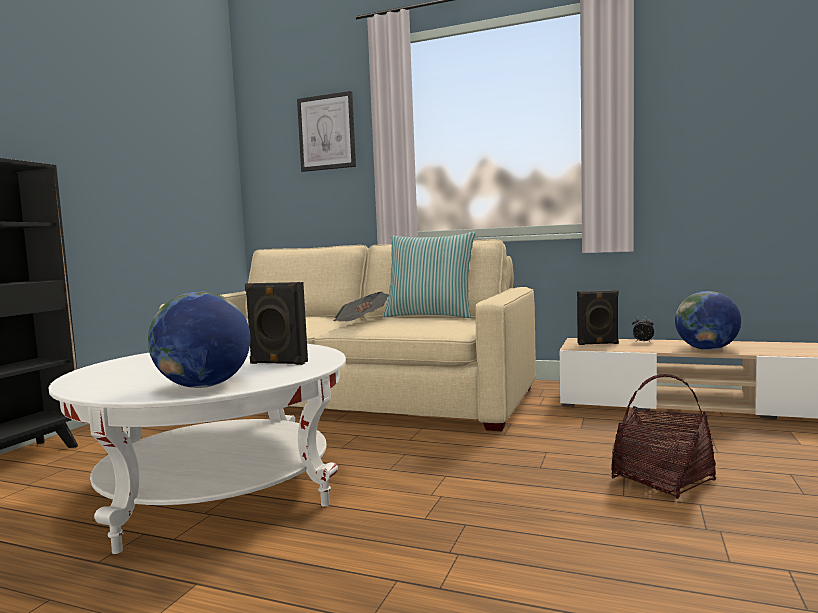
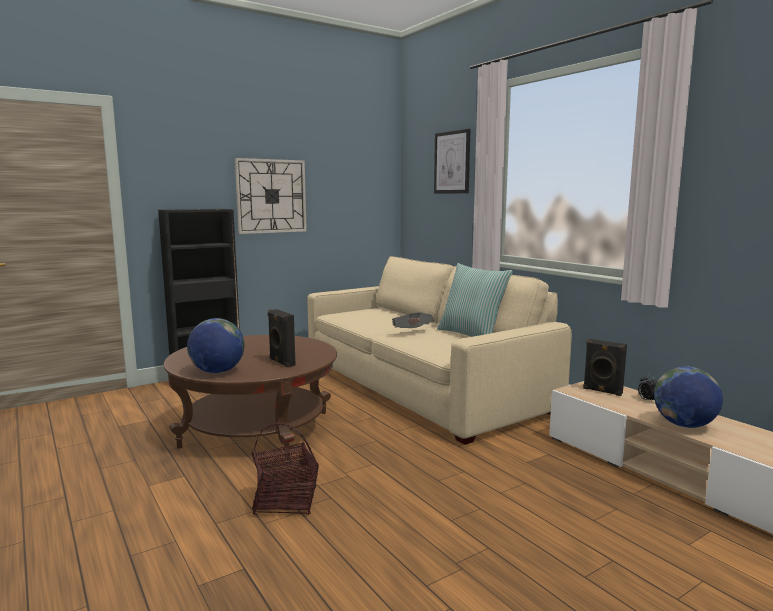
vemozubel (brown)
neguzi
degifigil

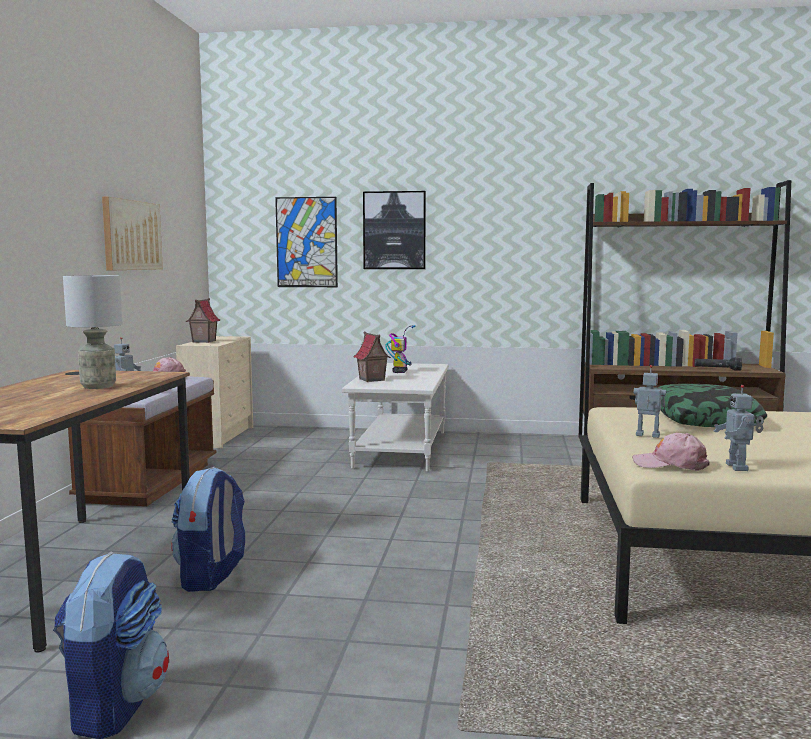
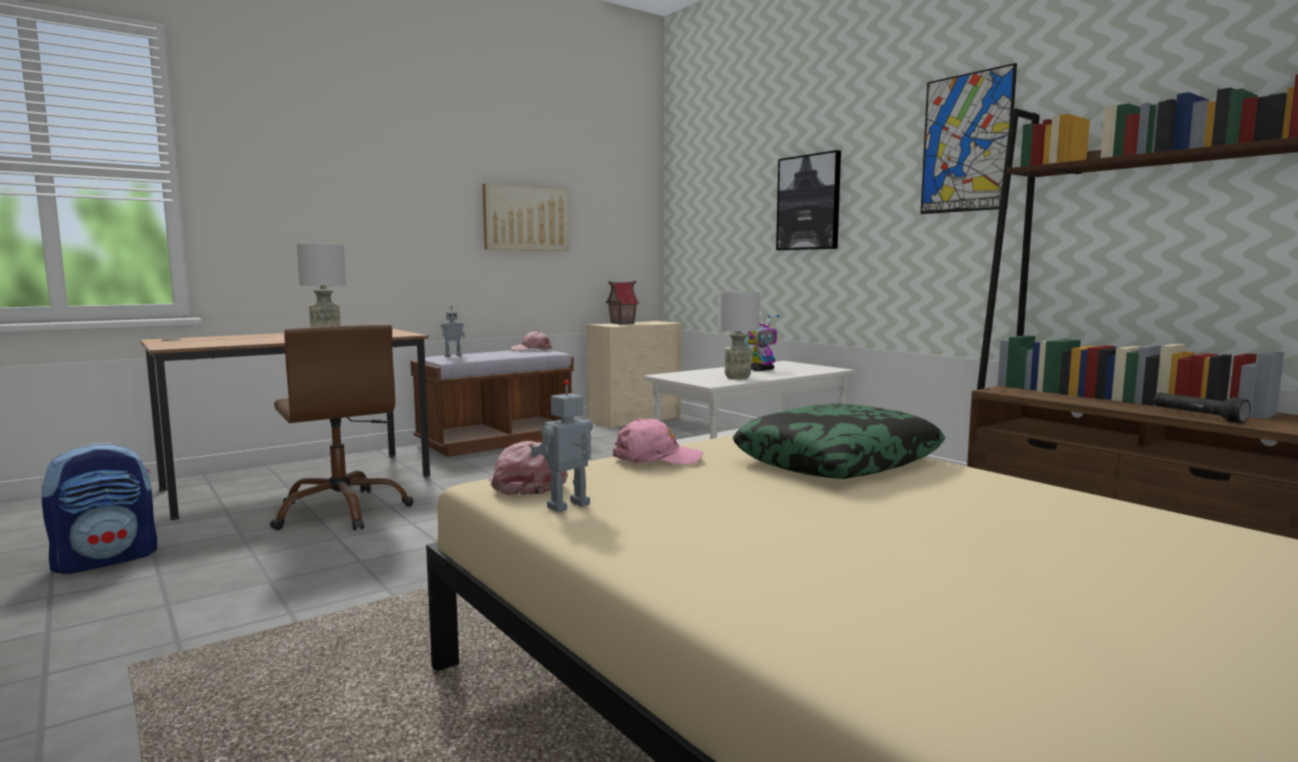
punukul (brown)
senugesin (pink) (no. 3 from left)
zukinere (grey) (no. 2 from left)
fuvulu (no. 3 from left)
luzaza (no. 2 from left in the first image)

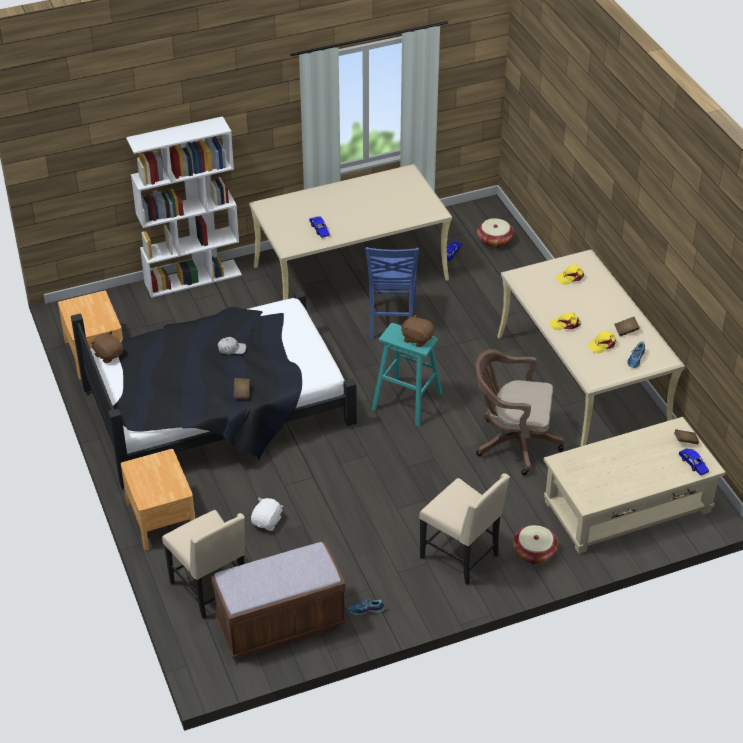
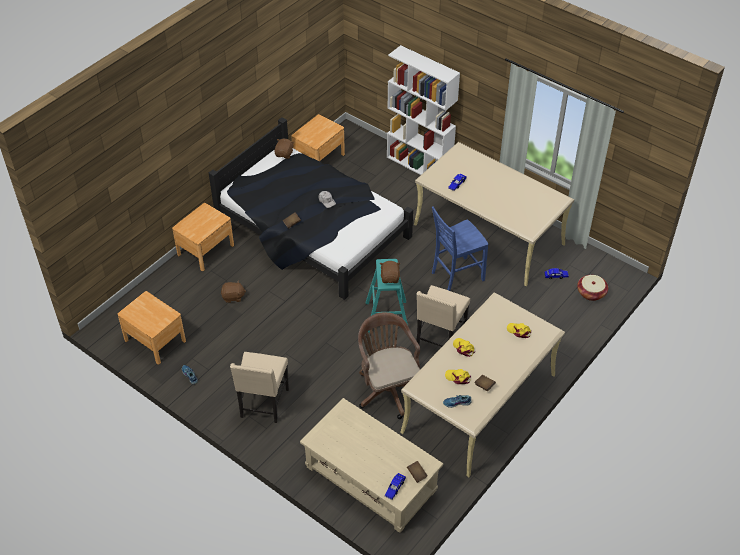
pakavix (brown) (no. 1 from left)
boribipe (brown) (no. 1 from left)
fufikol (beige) (no. 2 from left)
degifigil (no. 2 from left in the first image)

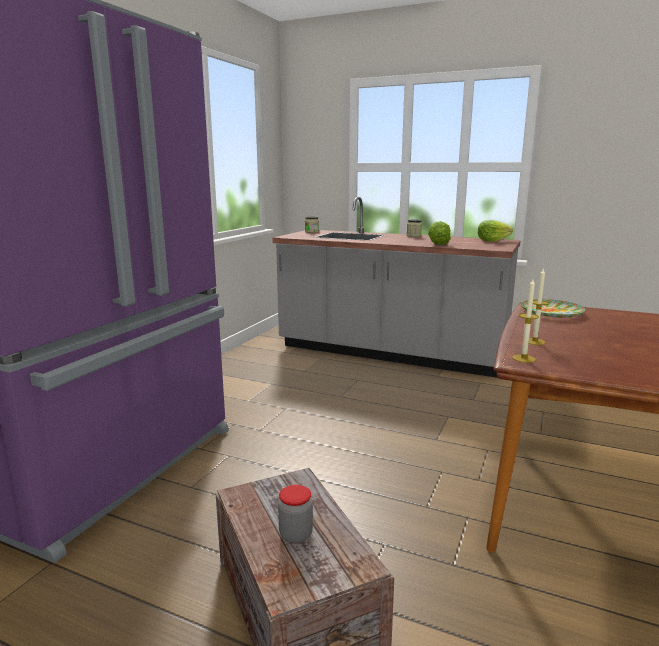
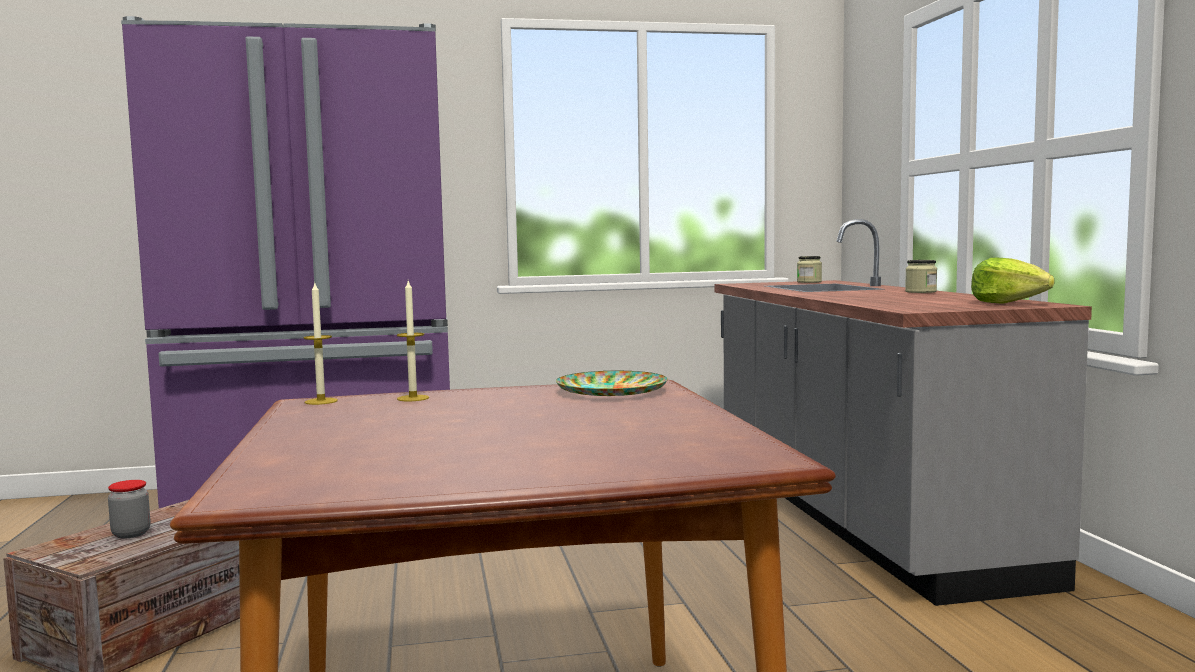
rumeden (no. 1 from left in the first image)

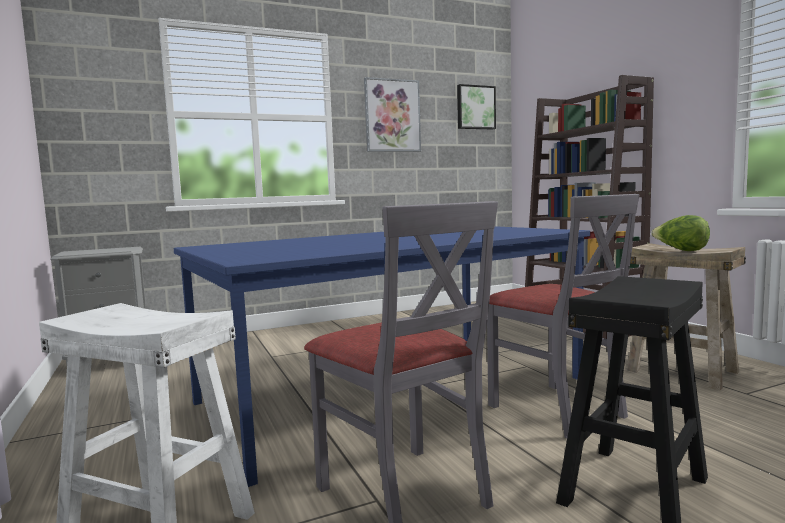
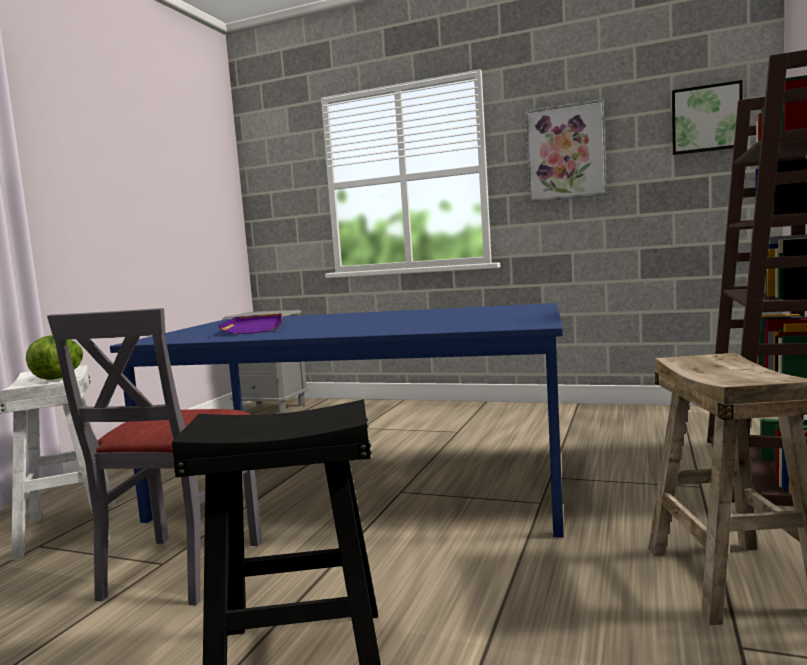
rumeden
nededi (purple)
fufikol (grey) (no. 2 from left in the first image)

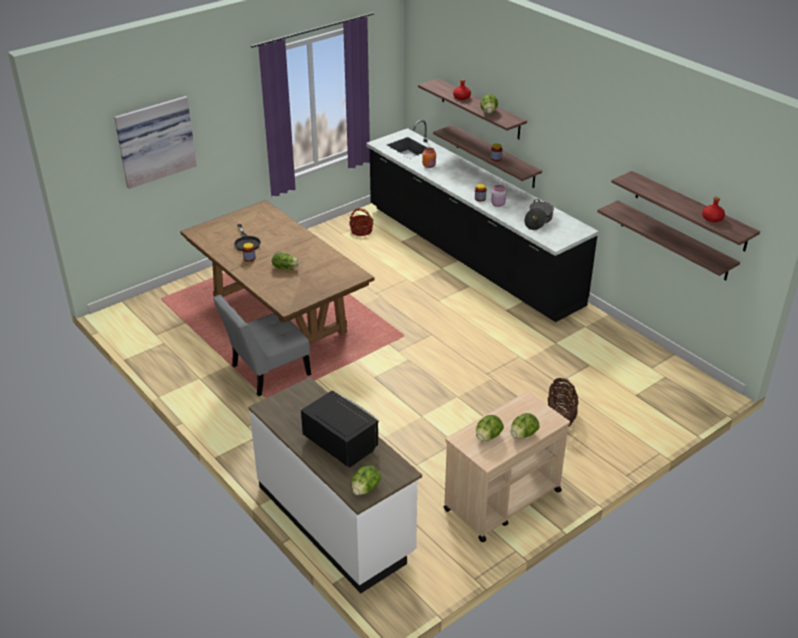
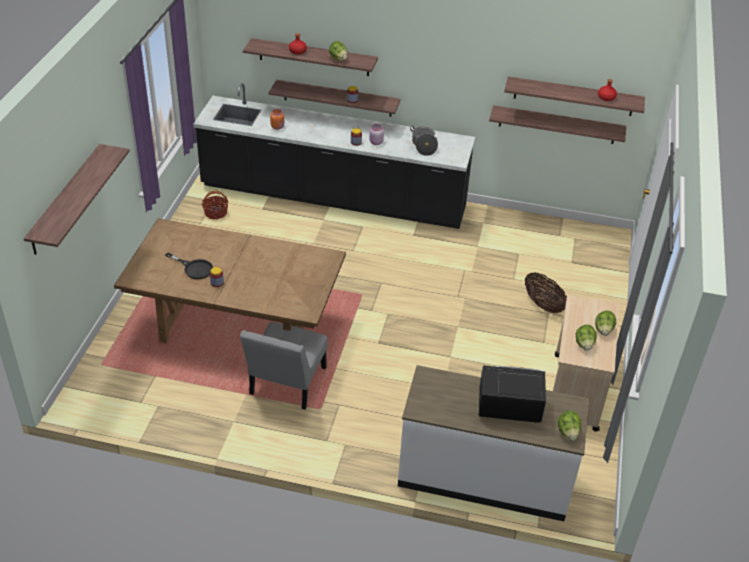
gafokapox (no. 1 from left)
rumeden (no. 1 from left in the first image)

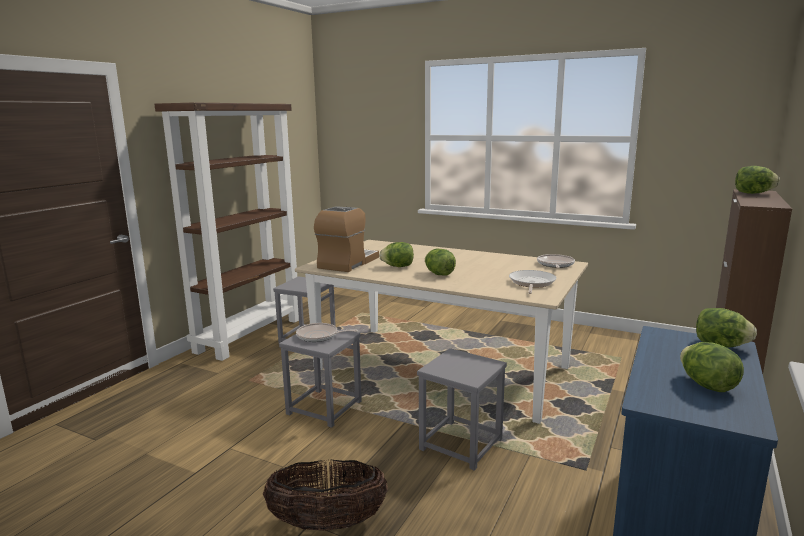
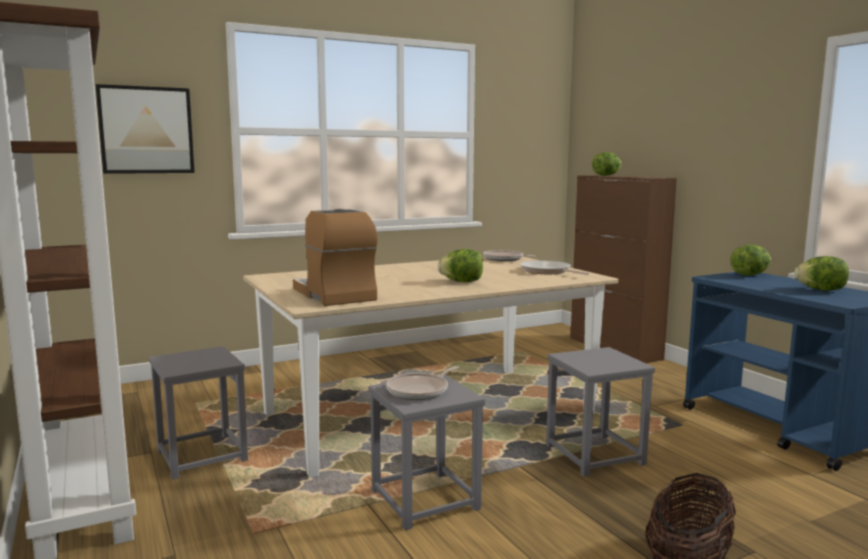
fuvulu
rumeden (no. 1 from left in the first image)

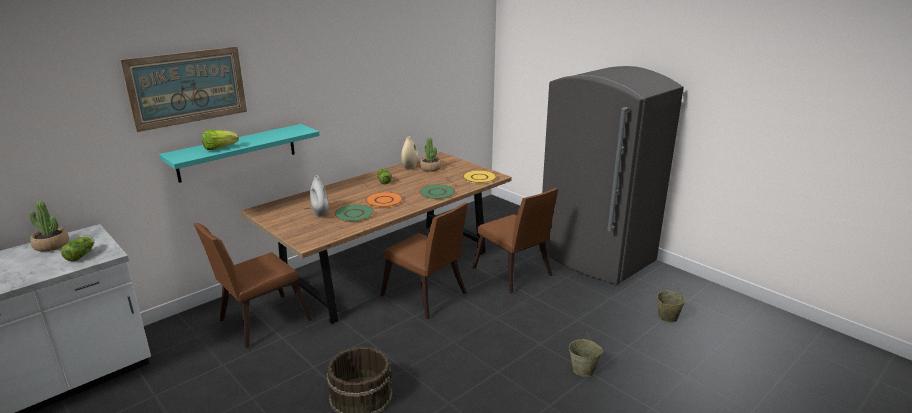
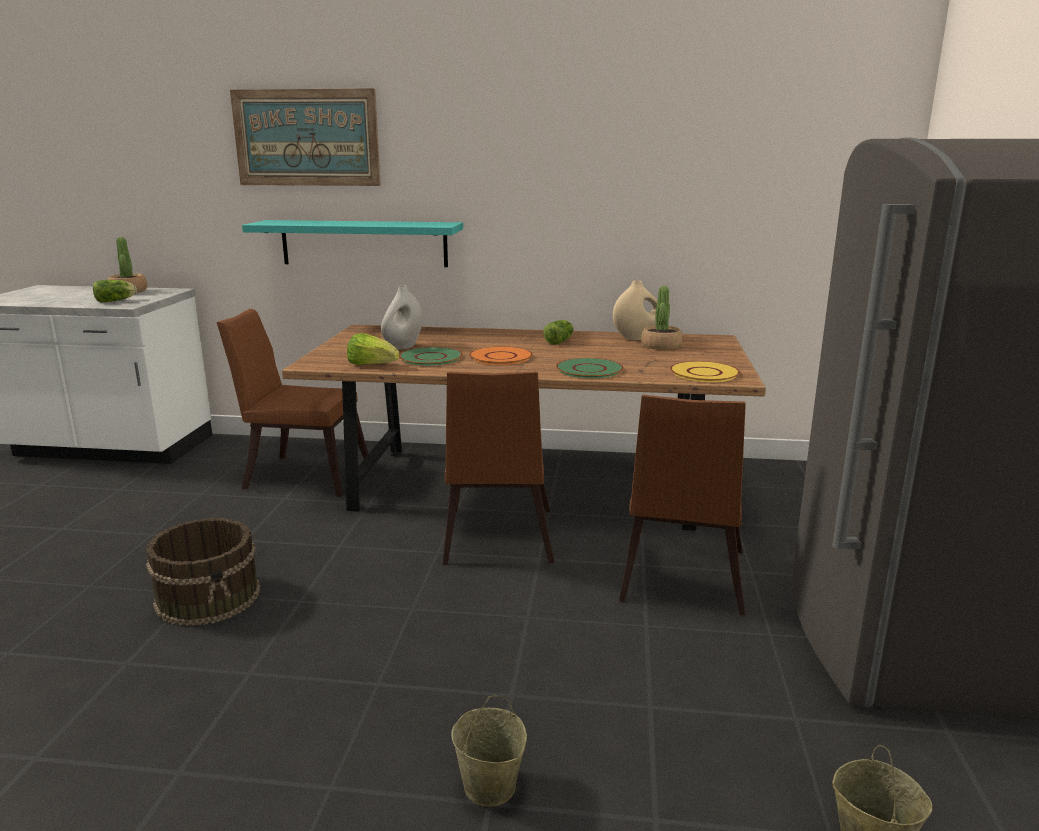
rumeden (no. 2 from left)

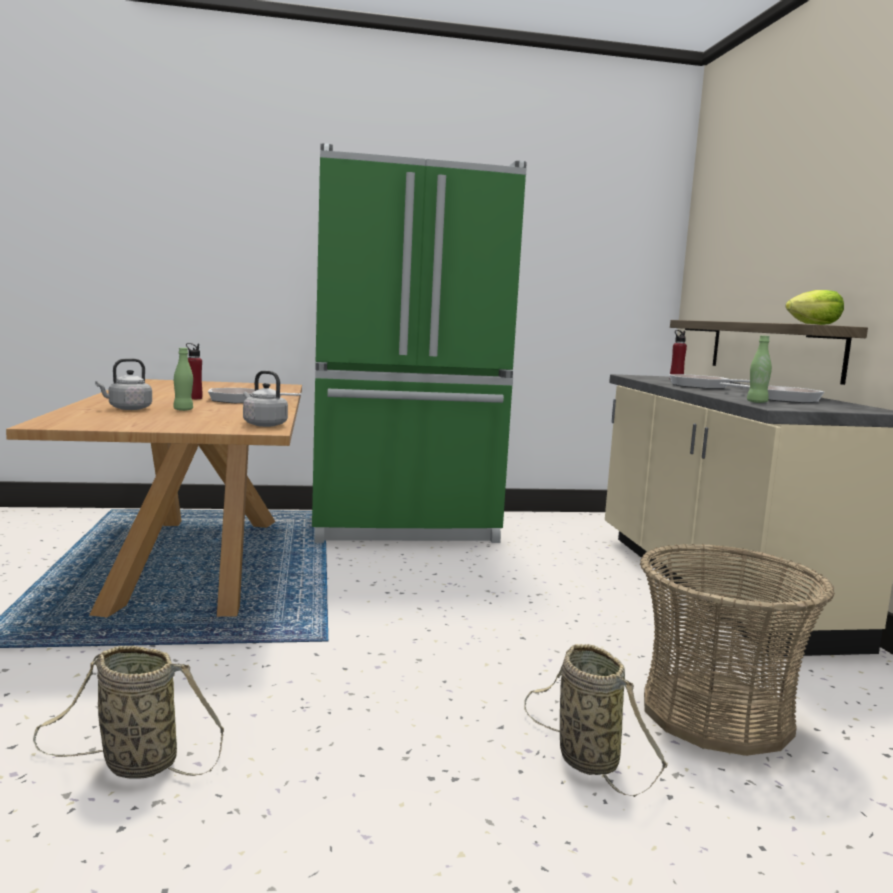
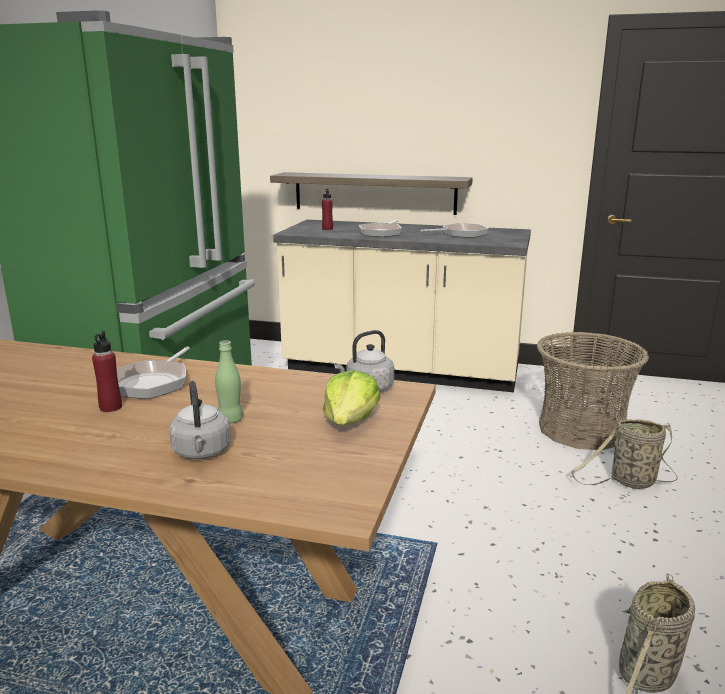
rumeden
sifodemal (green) (no. 2 from left in the first image)

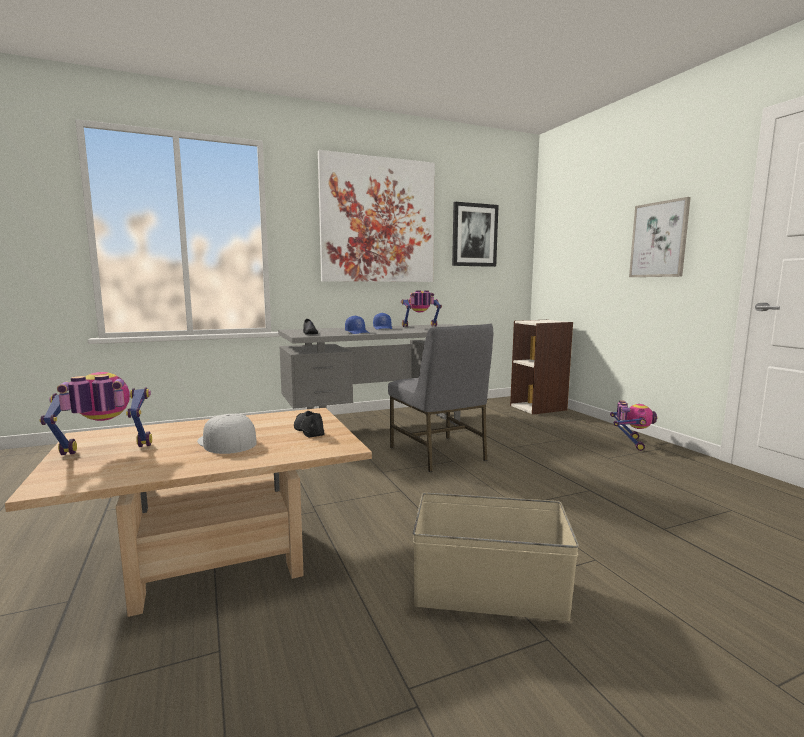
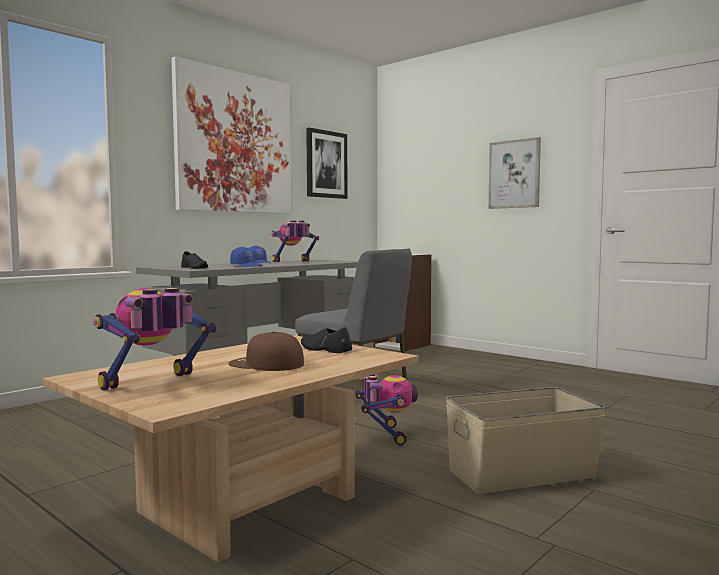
senugesin (brown)
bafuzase (no. 3 from left)

